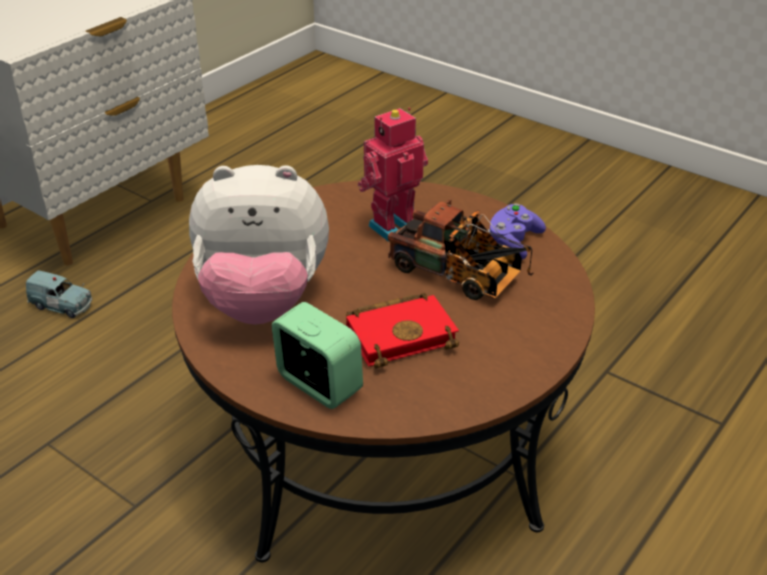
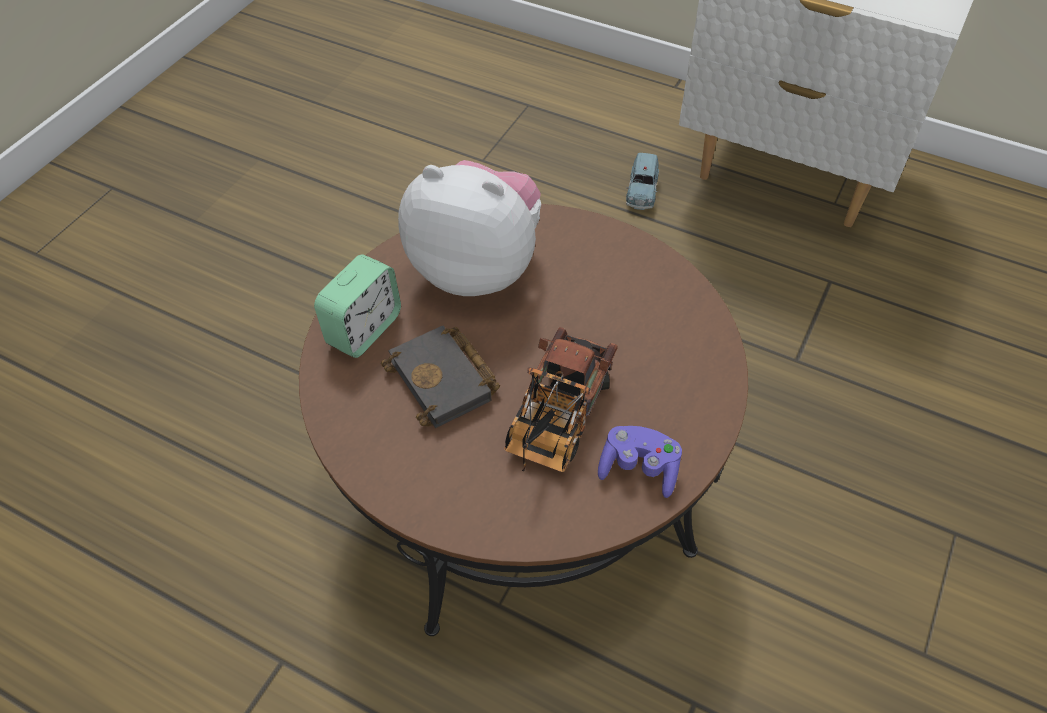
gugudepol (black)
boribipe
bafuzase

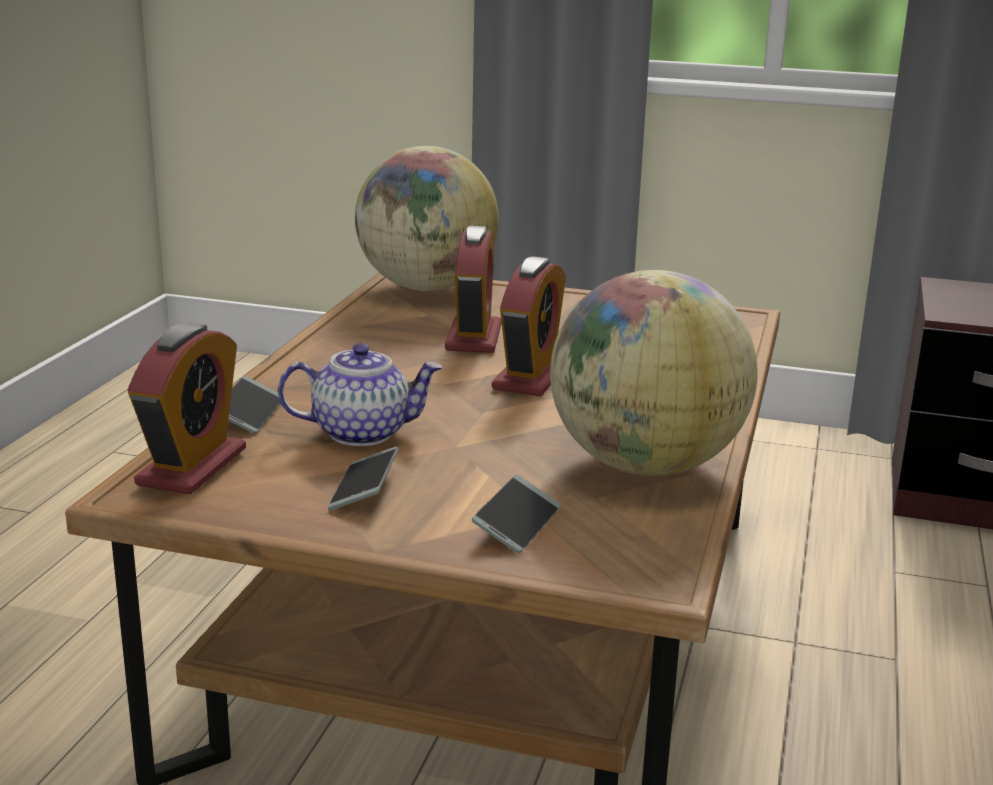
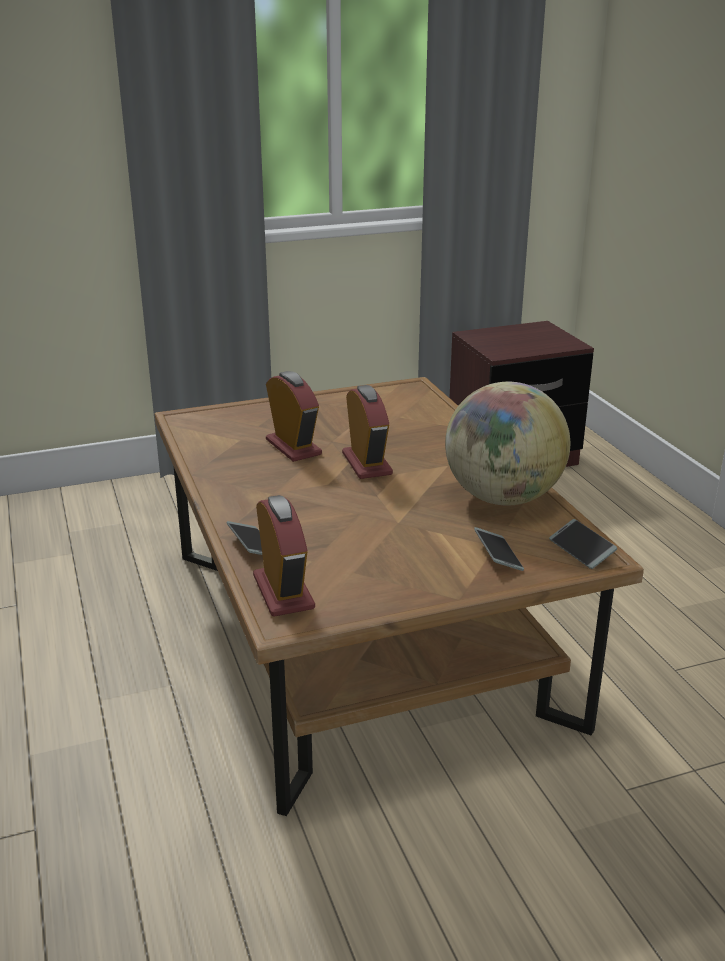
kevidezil (no. 3 from left)
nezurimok
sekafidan (no. 1 from left in the first image)

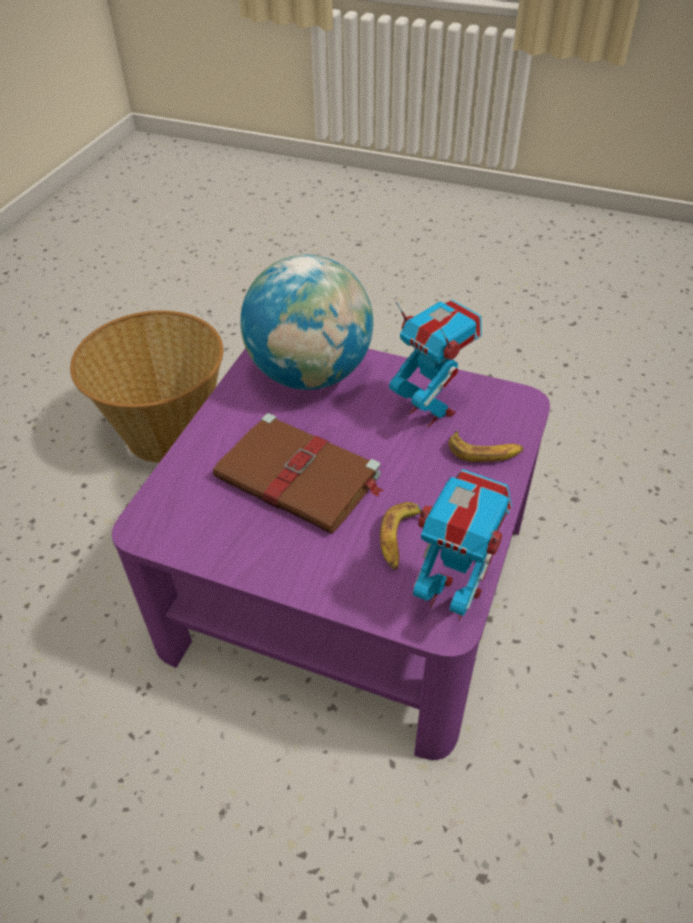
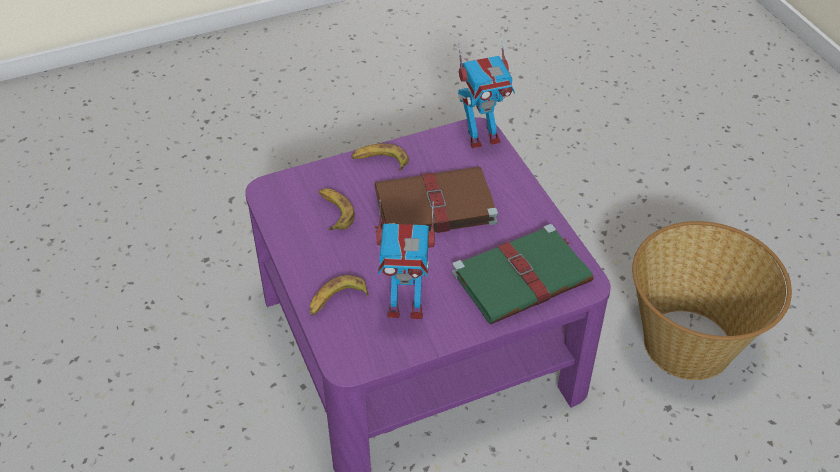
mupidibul (no. 3 from left)
gugudepol (green)
bafuzase (no. 2 from left)

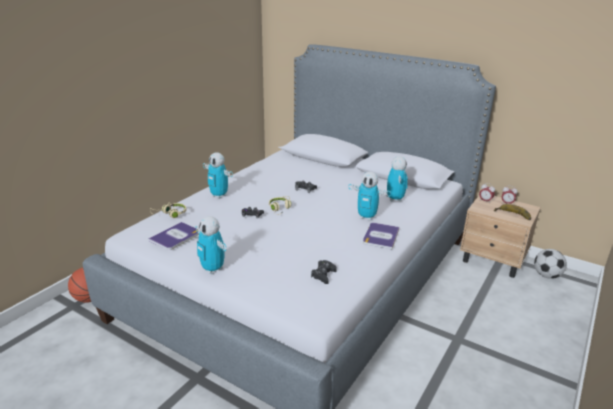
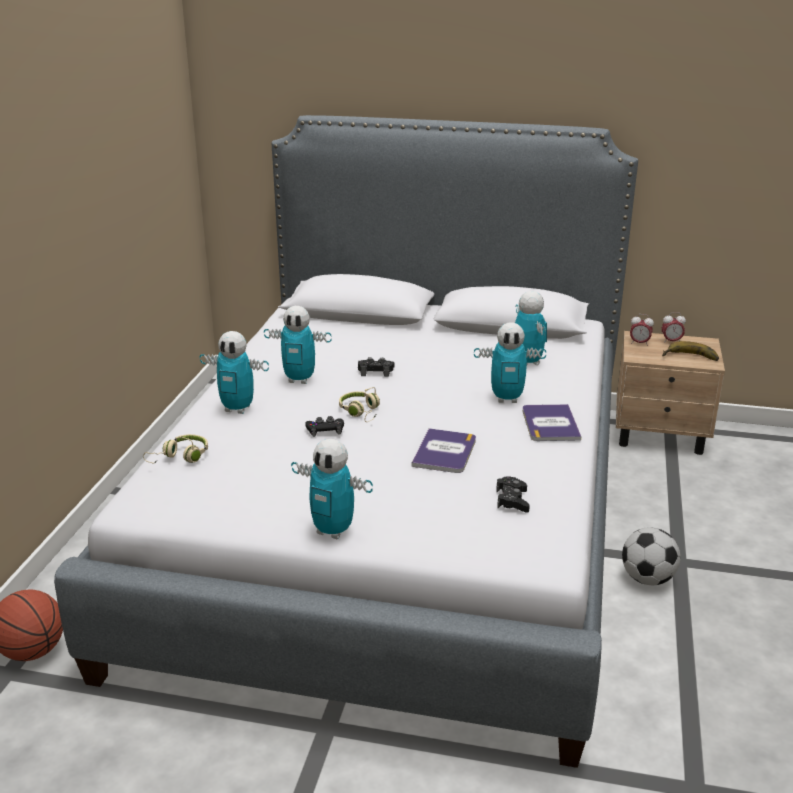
bafuzase (no. 2 from left)
gugudepol (no. 1 from left)
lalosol

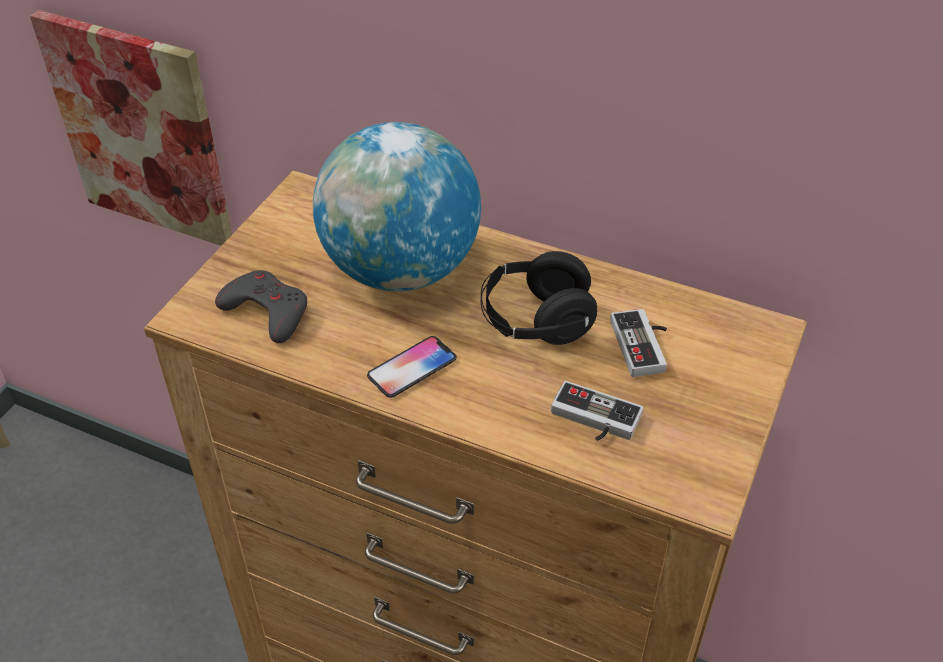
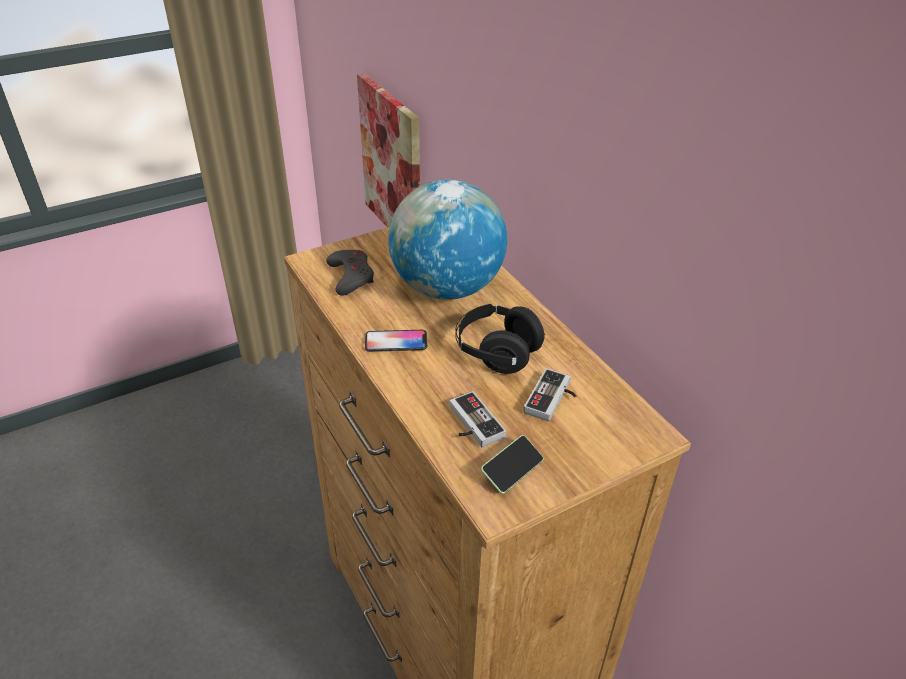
kevidezil (no. 2 from left)

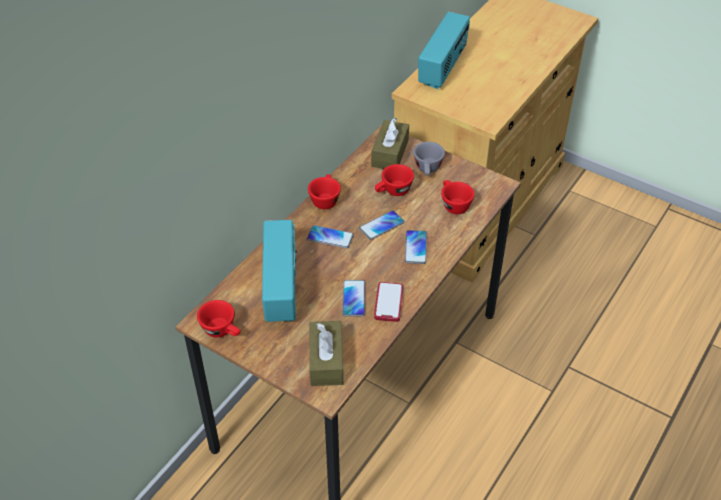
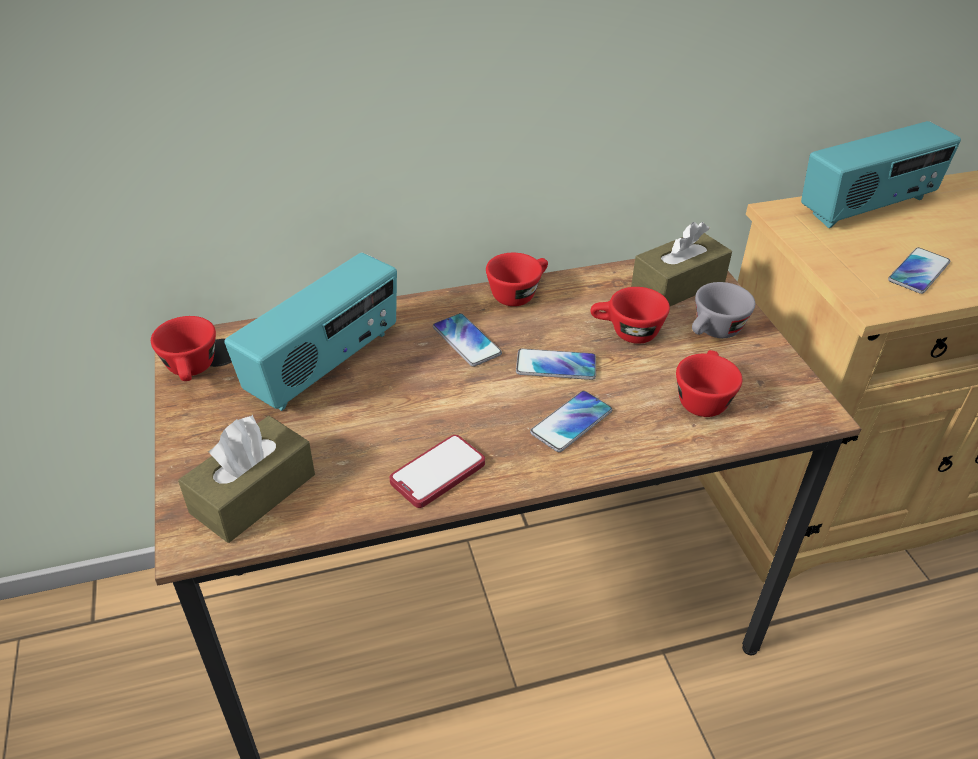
kevidezil (no. 5 from left)

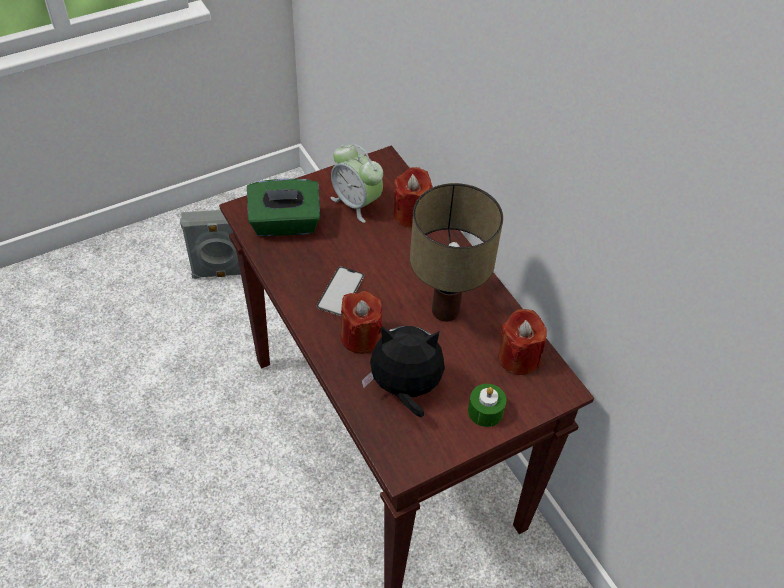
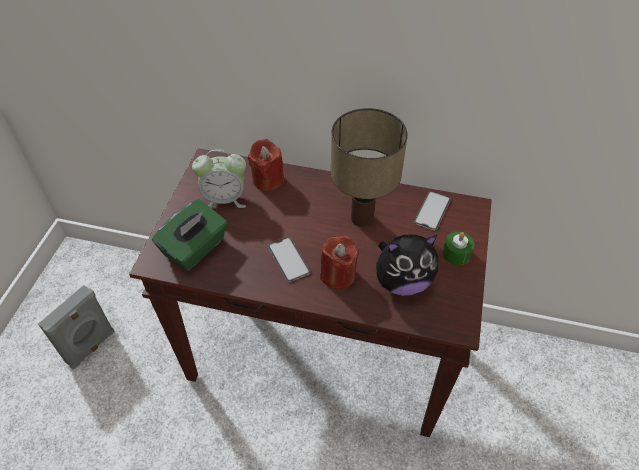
boribipe
kevidezil (no. 2 from left)

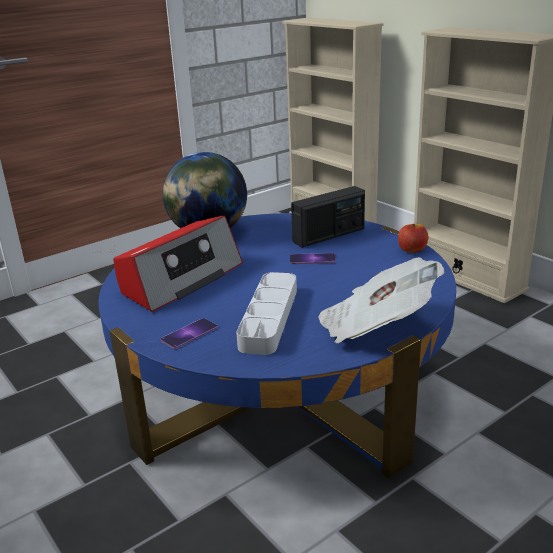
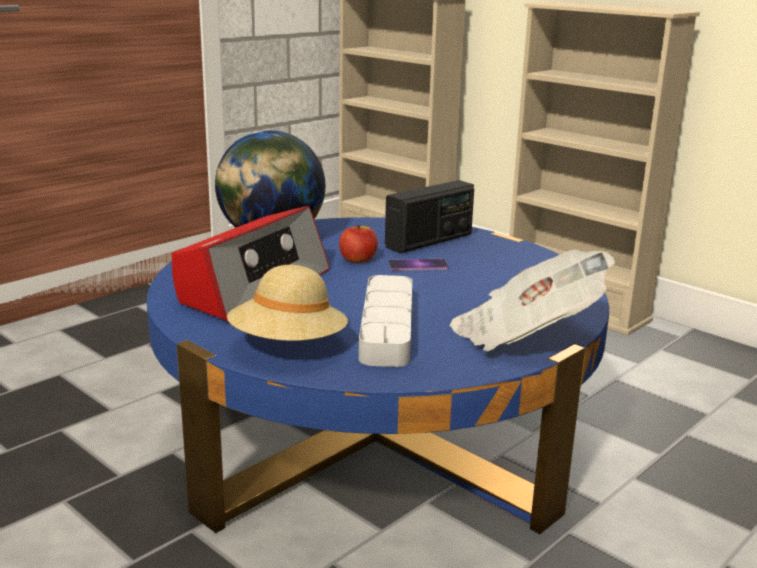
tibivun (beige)
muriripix

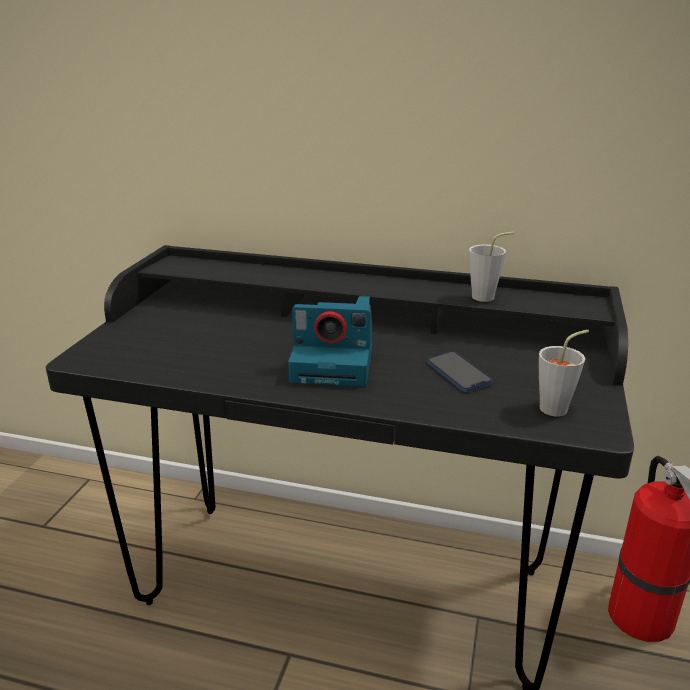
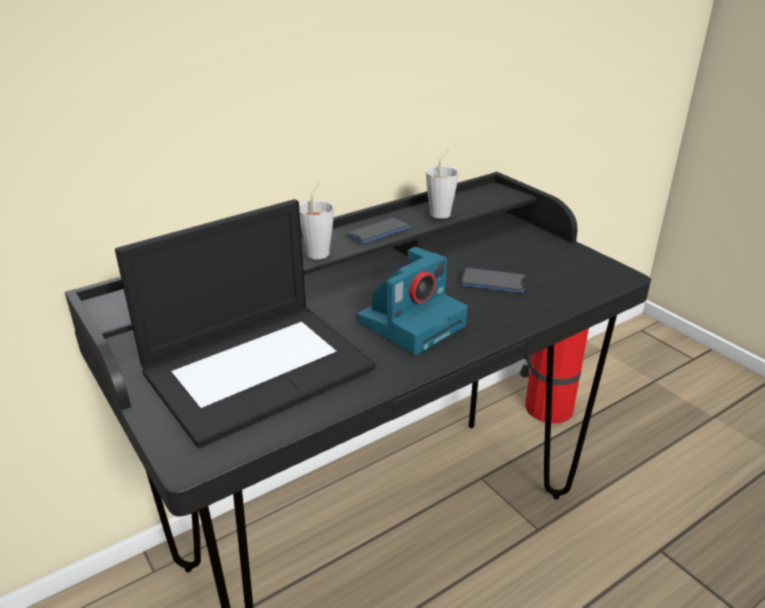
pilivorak
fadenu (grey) (no. 1 from left)
kevidezil (no. 1 from left)

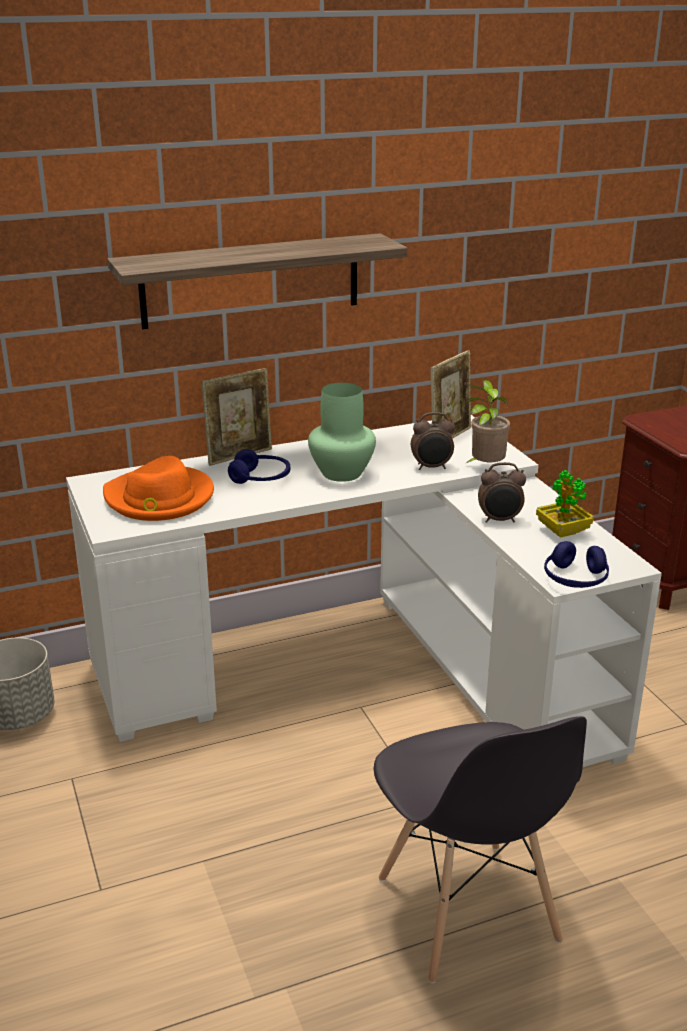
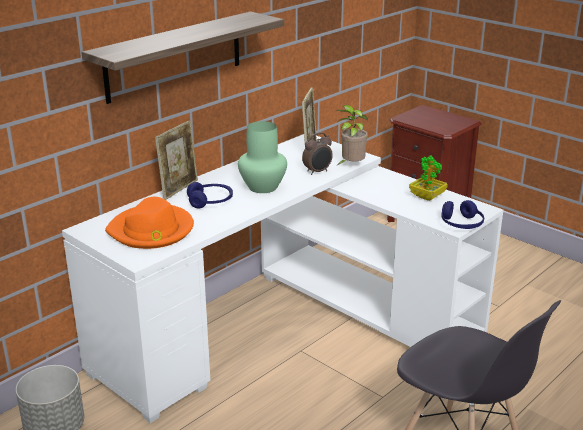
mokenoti (no. 2 from left in the first image)

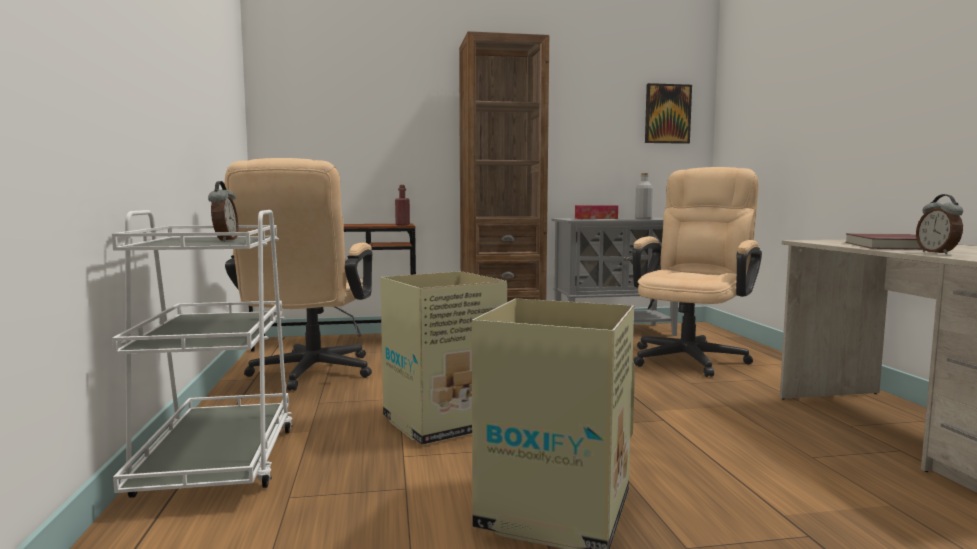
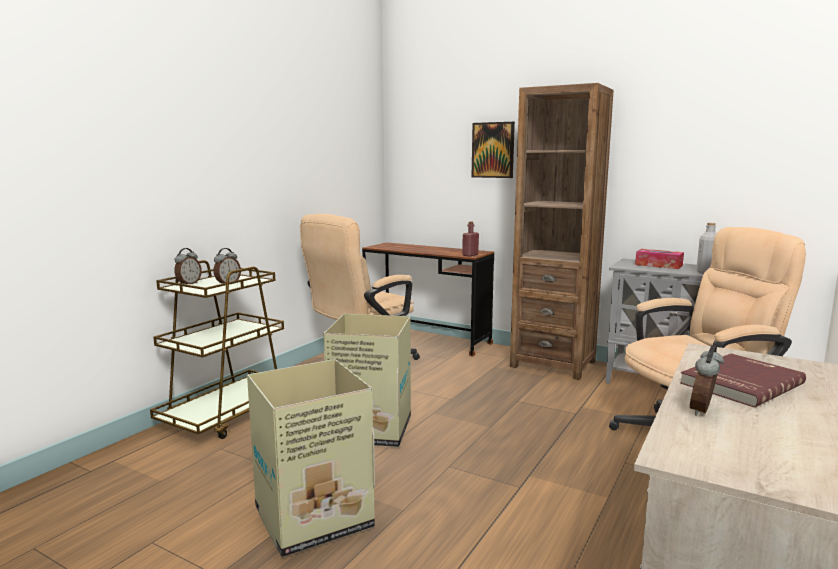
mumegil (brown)
mokenoti (no. 1 from left)
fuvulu

